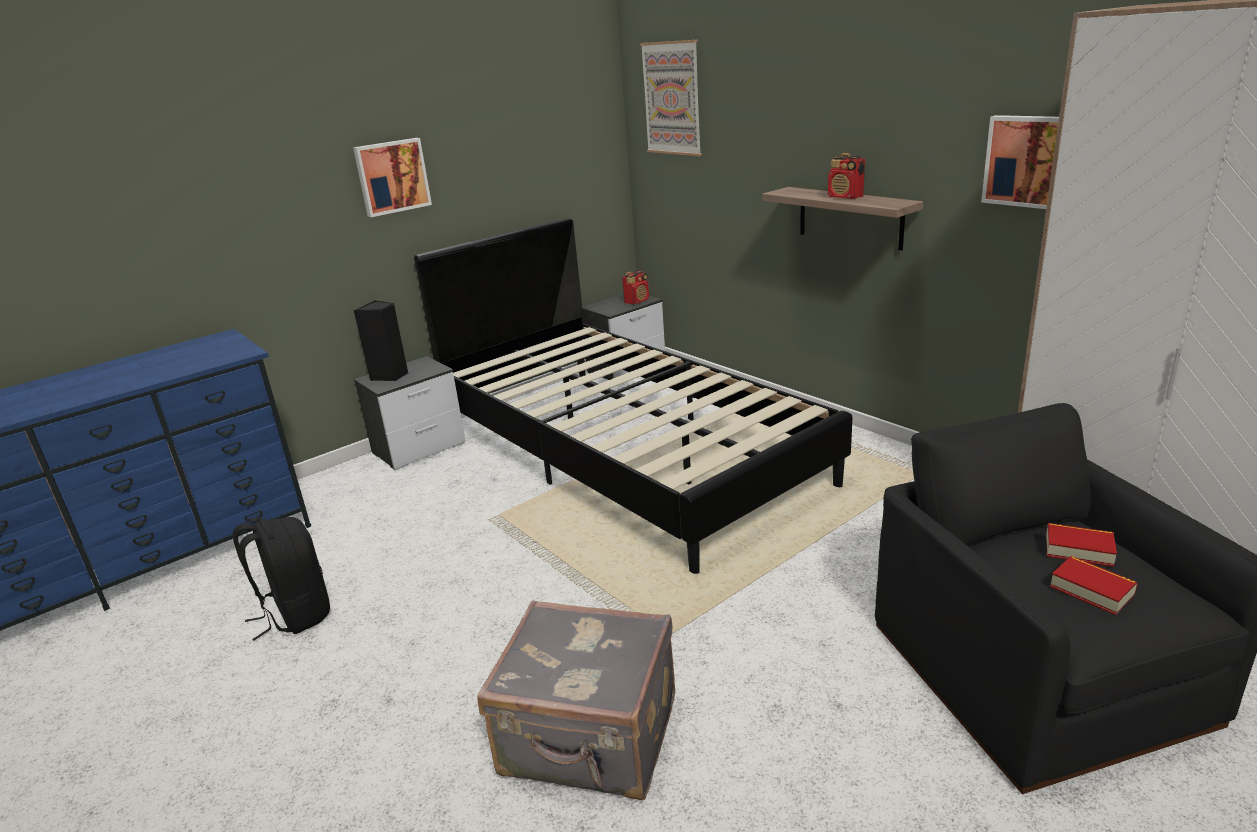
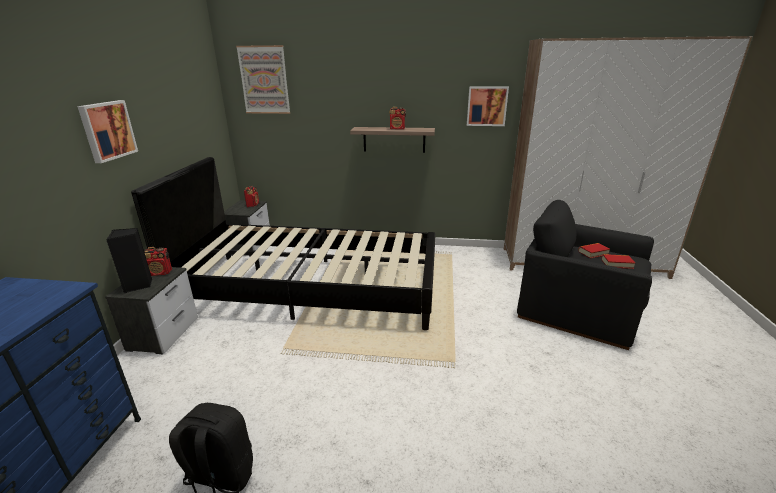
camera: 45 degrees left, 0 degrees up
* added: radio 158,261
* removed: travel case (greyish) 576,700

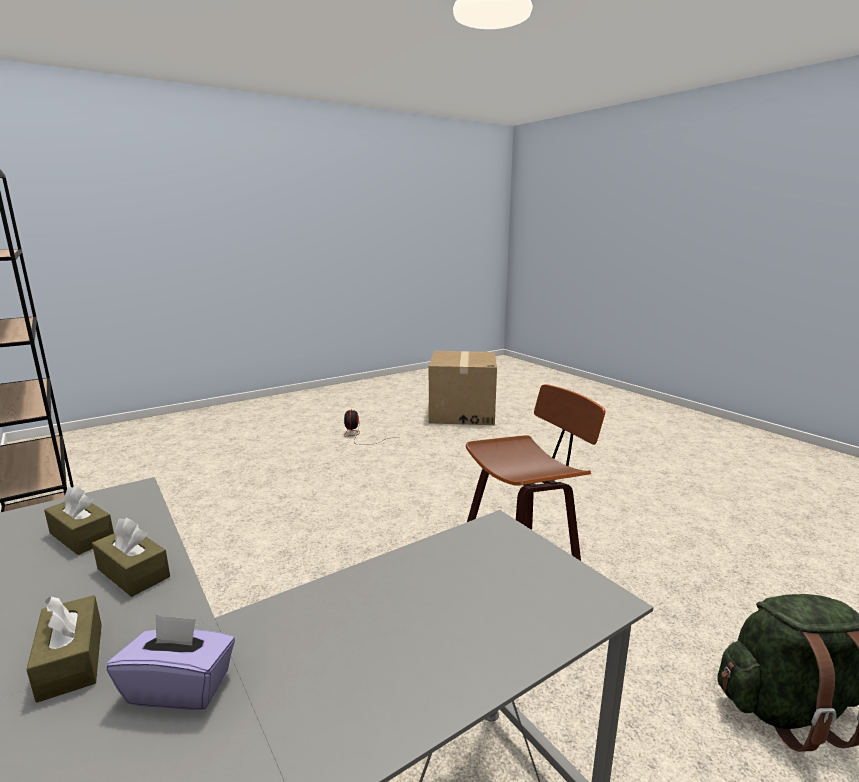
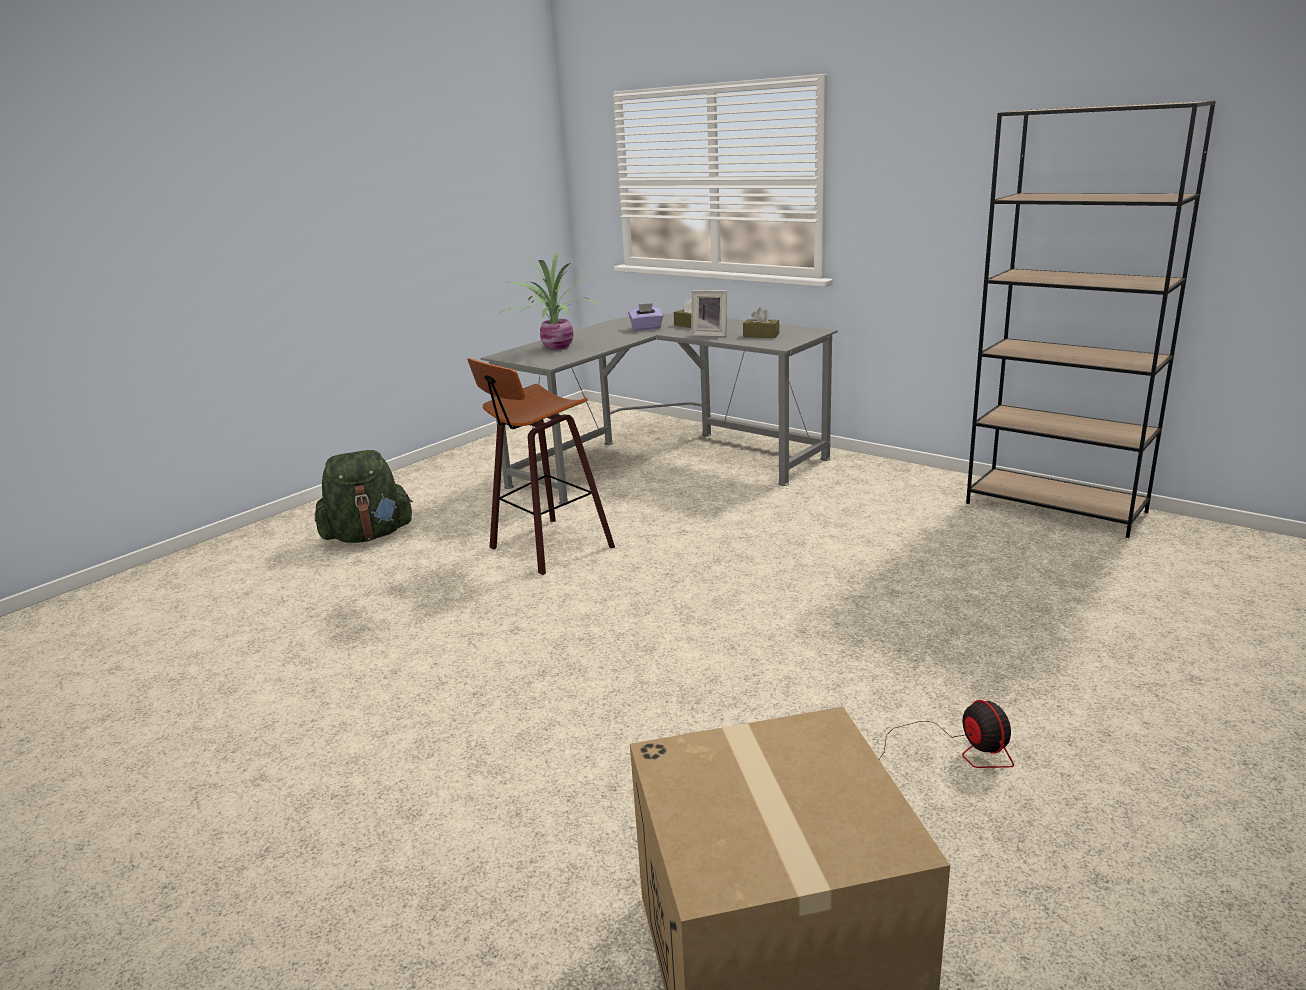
camera: 165 degrees right, 5 degrees up
* added: houseplant 549,301
* replaced: box of tissues (brown-coloured) 131,557 to photo frame 709,313

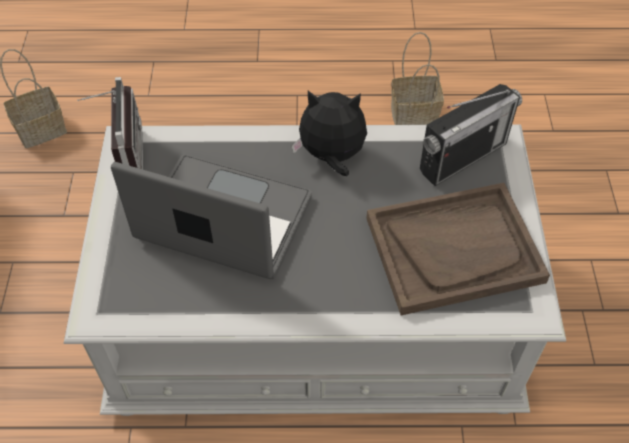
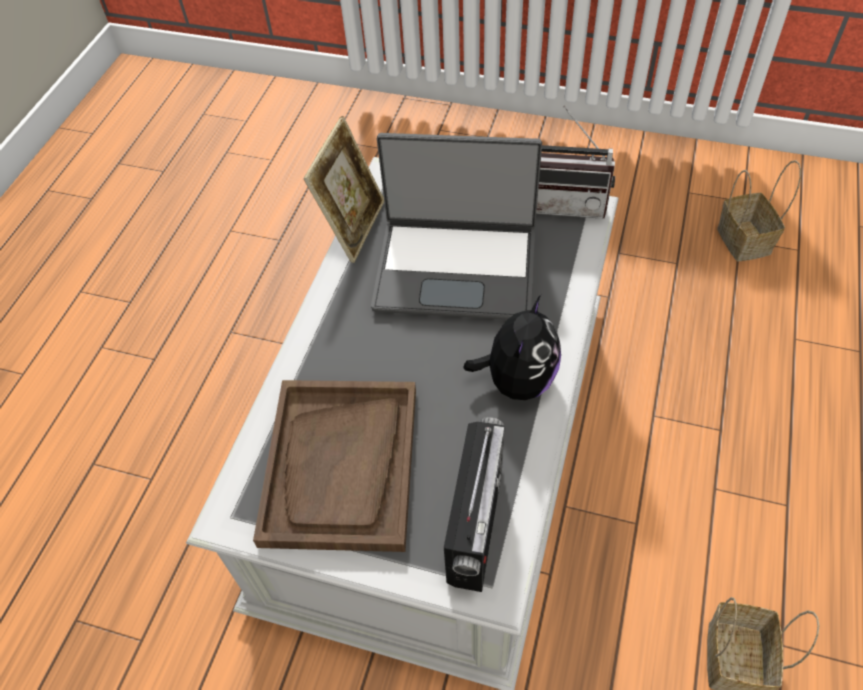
camera: 110 degrees right, 0 degrees up
* added: photo frame 343,189
* turned: portable computer 211,216 = 456,226 60 degrees clockwise
* turned: radio 471,135 = 474,504 150 degrees counterclockwise

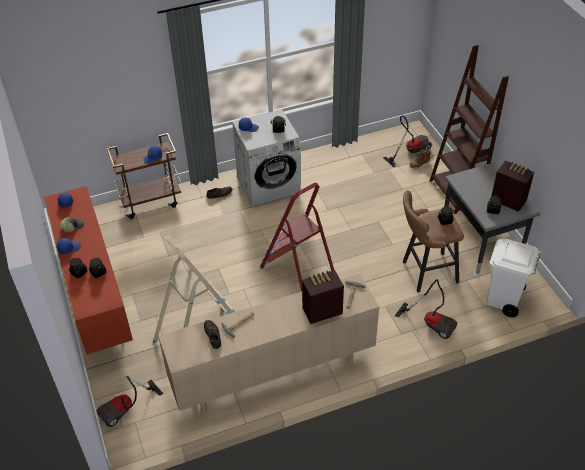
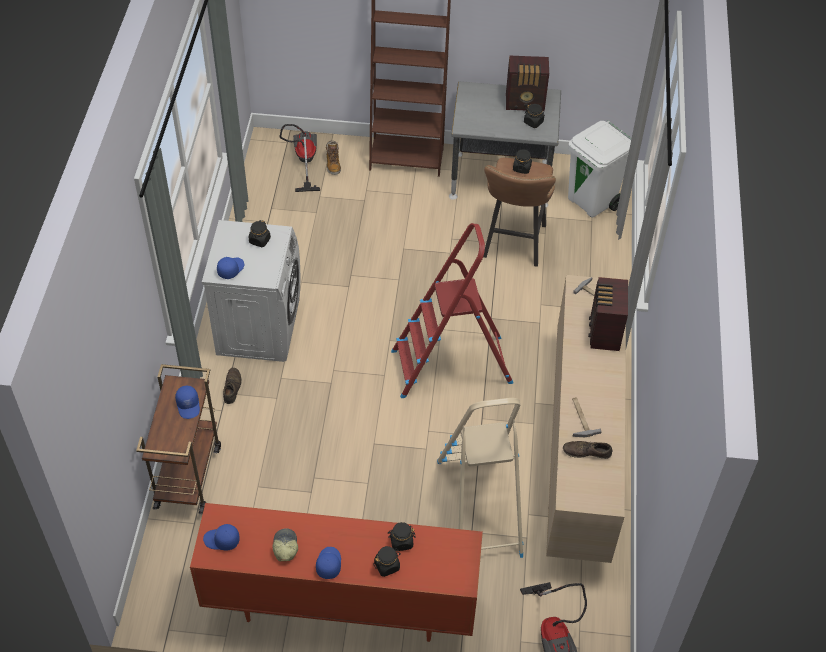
camera: 65 degrees left, 5 degrees up
* turned: radio 512,186 = 527,83 150 degrees counterclockwise
* removed: vacuum 426,309

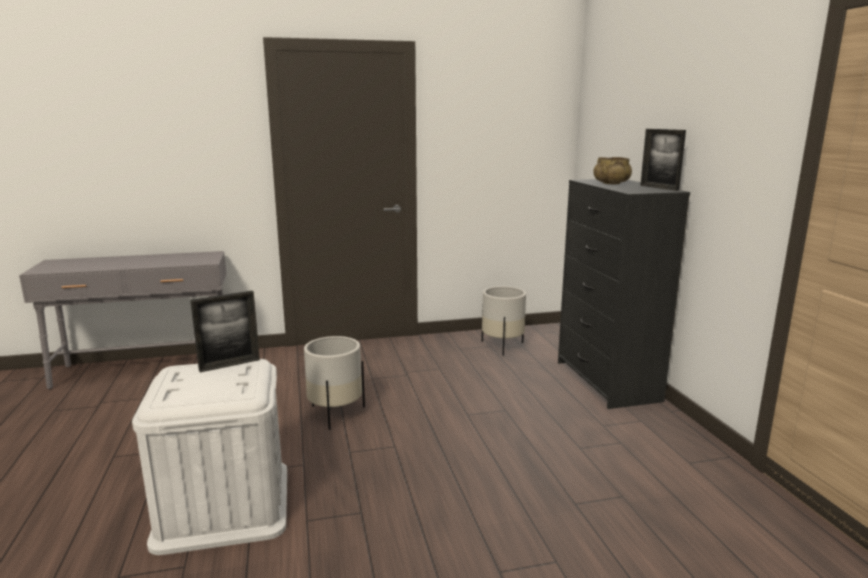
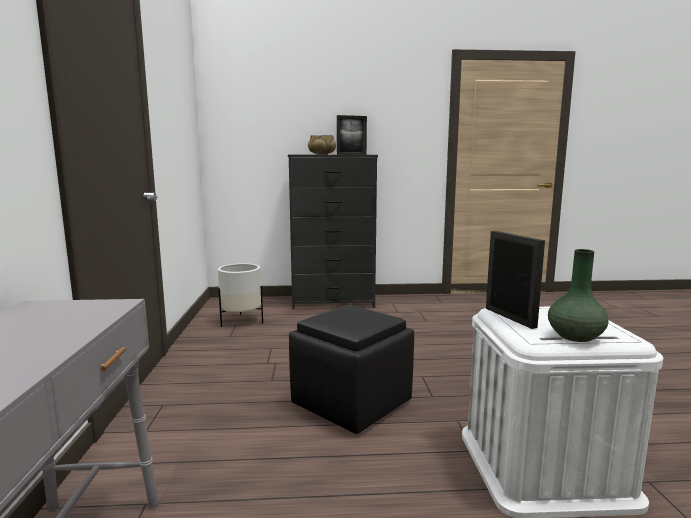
camera: 80 degrees left, 5 degrees down
* replaced: planter (white) 334,383 to ottoman (black) 351,369
* added: decorative vase (green-coloured) 578,295

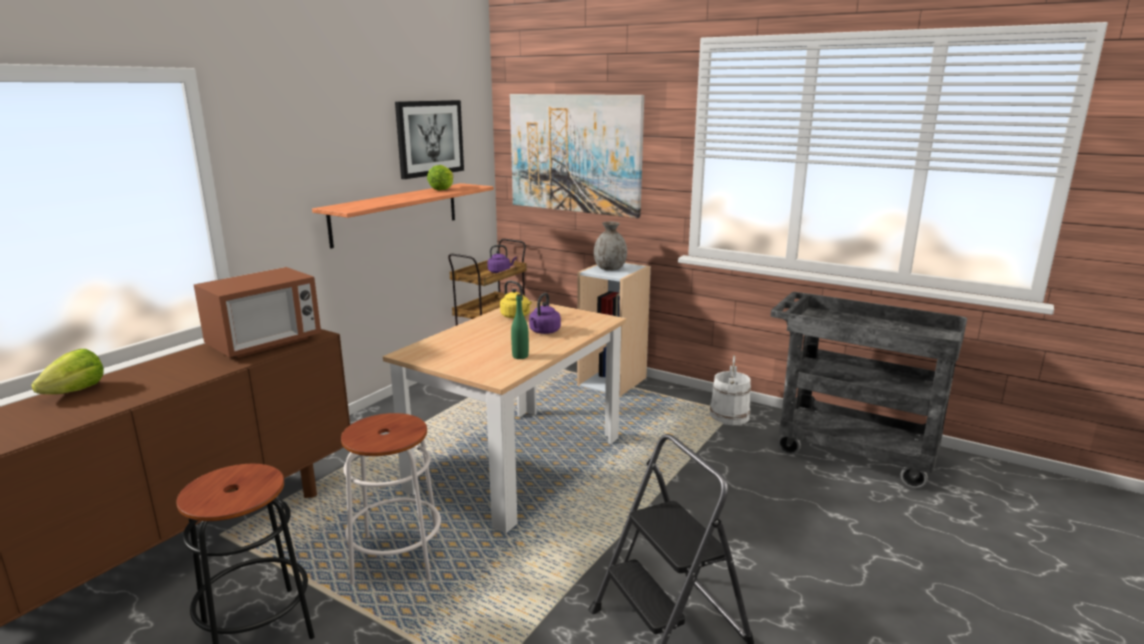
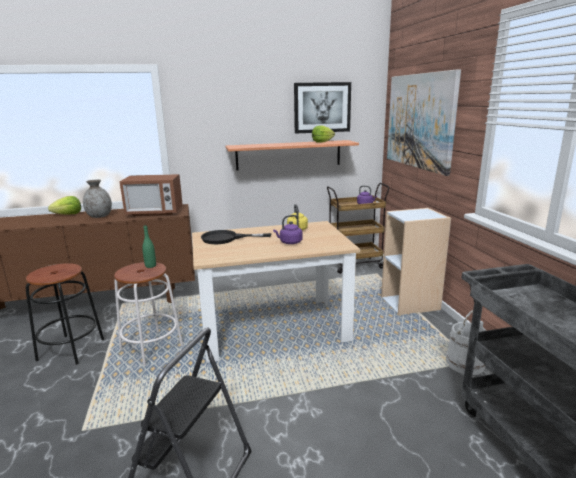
camera: 45 degrees right, 0 degrees up
* moved: decorative vase (greyish) 610,246 to 97,199
* moved: drink bottle (green-coloured) 520,326 to 149,246
* added: pan (black) 236,237

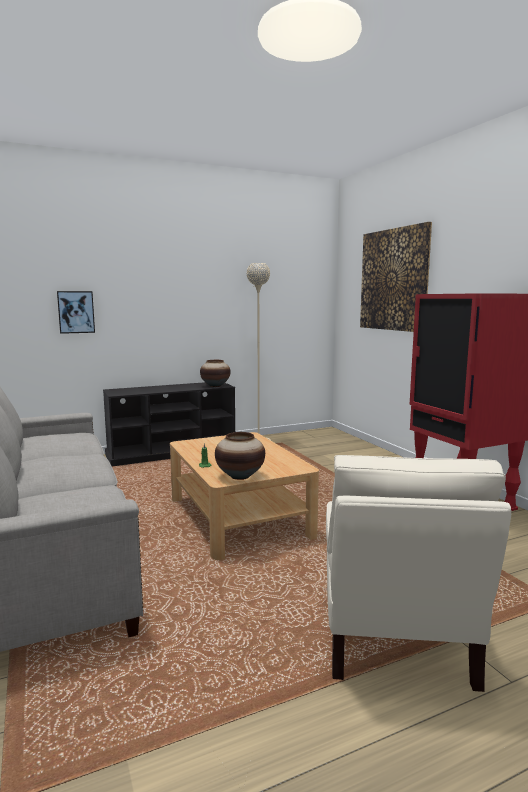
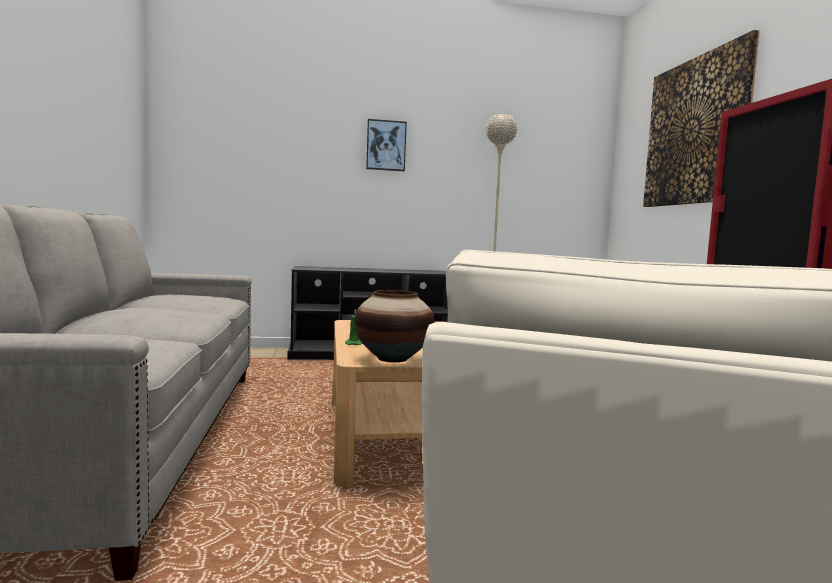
camera: 15 degrees right, 5 degrees down
* moved: wall art 76,312 to 386,145
* removed: decorative vase 215,373

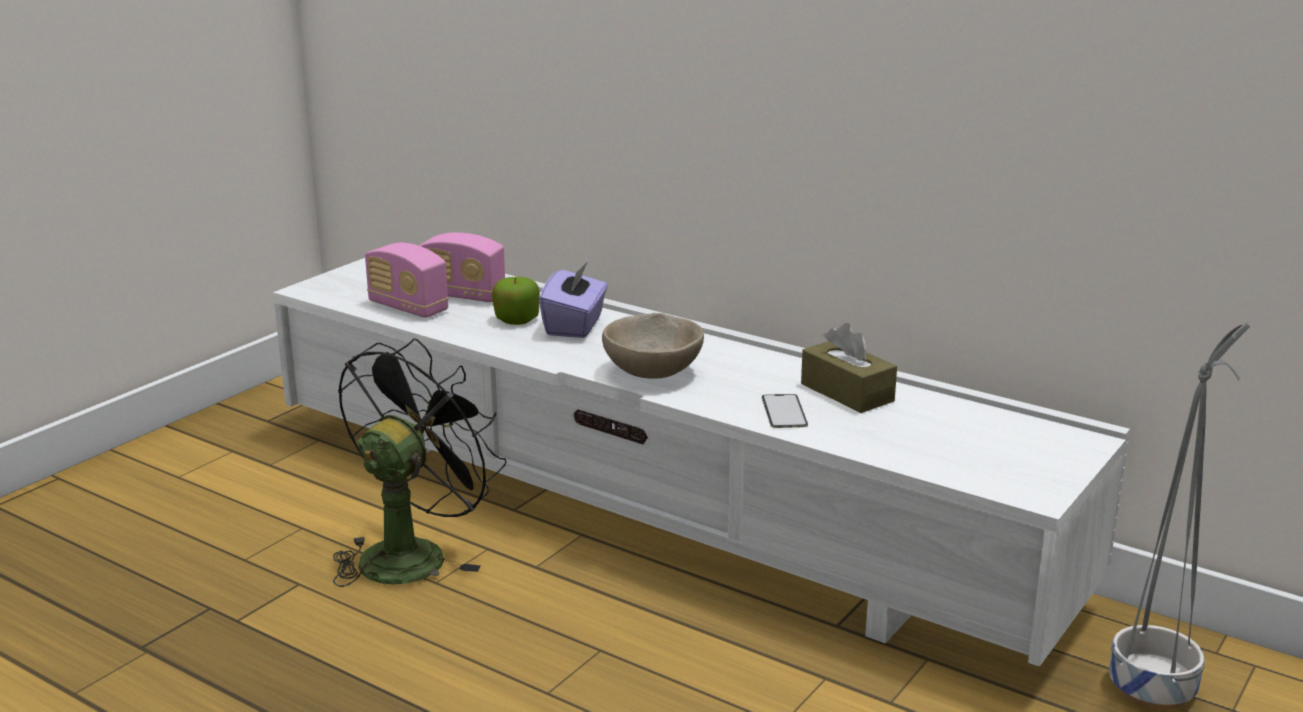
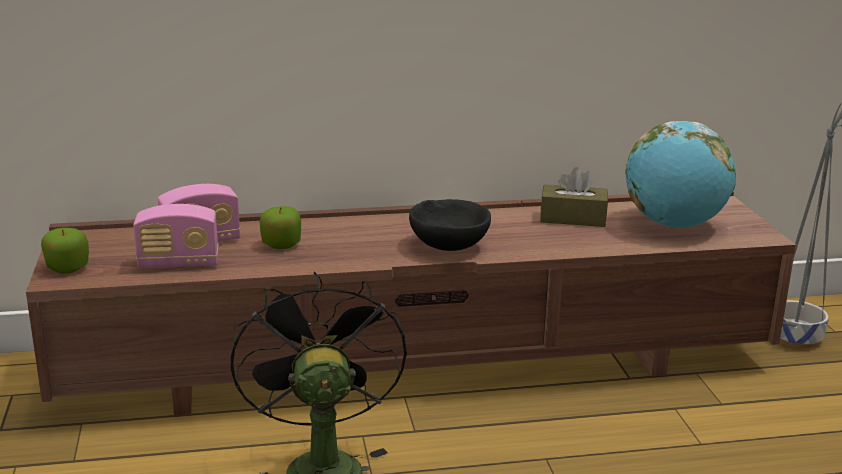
camera: 45 degrees left, 0 degrees up
* recoloured: tv unit (white) 701,462 to tv unit (brown-coloured) 411,304
* added: apple fruit 65,251
* recoloured: deep dish (beige-coloured) 653,346 to deep dish (black) 450,225
* added: globe 680,174
* removed: box of tissues (purple-coloured) 573,299
* removed: phone 785,411

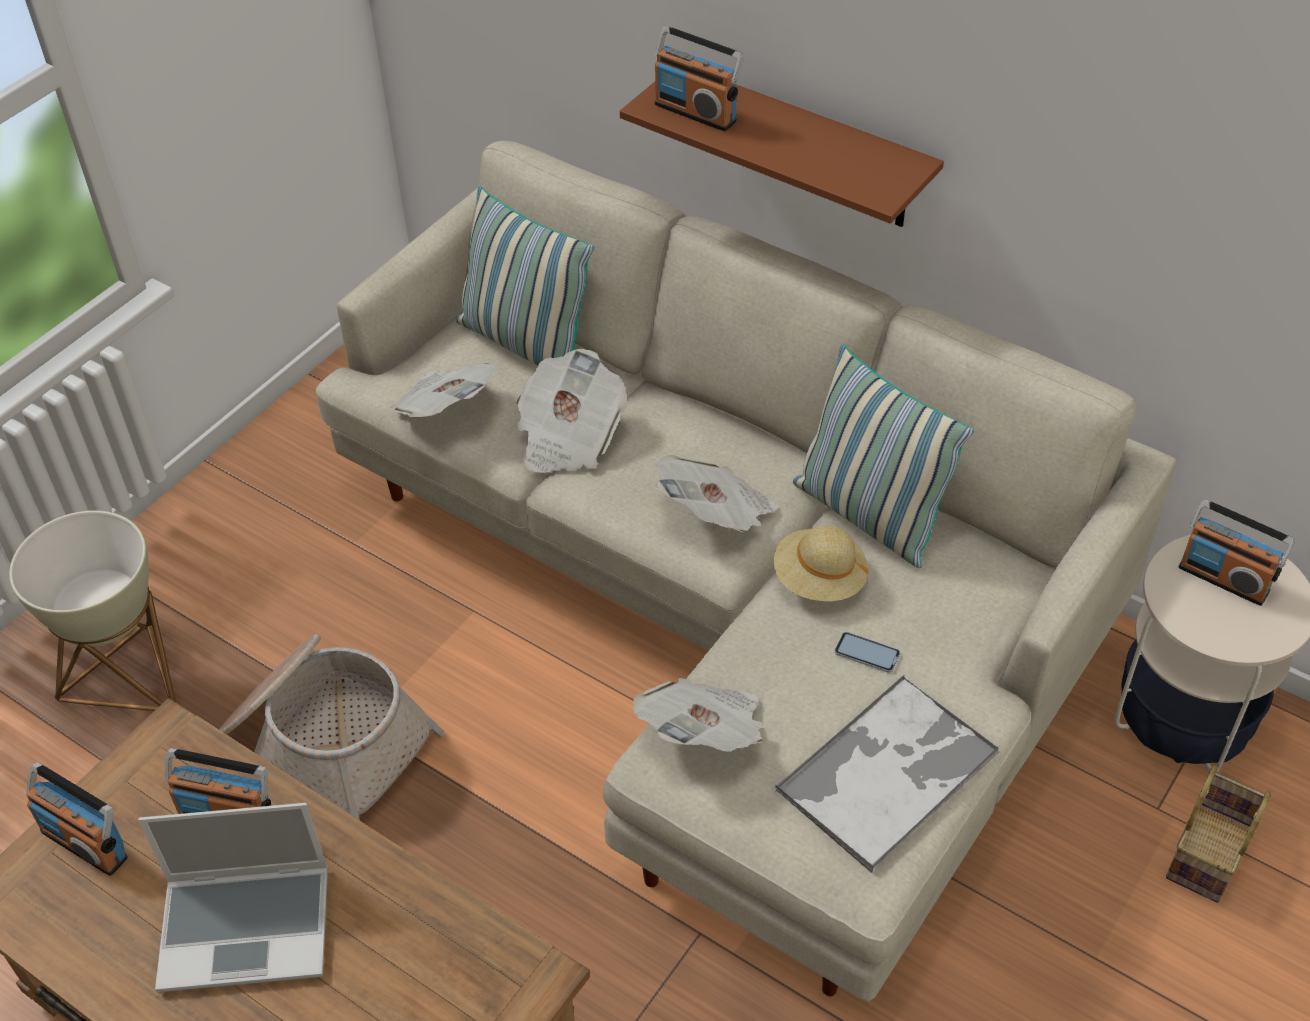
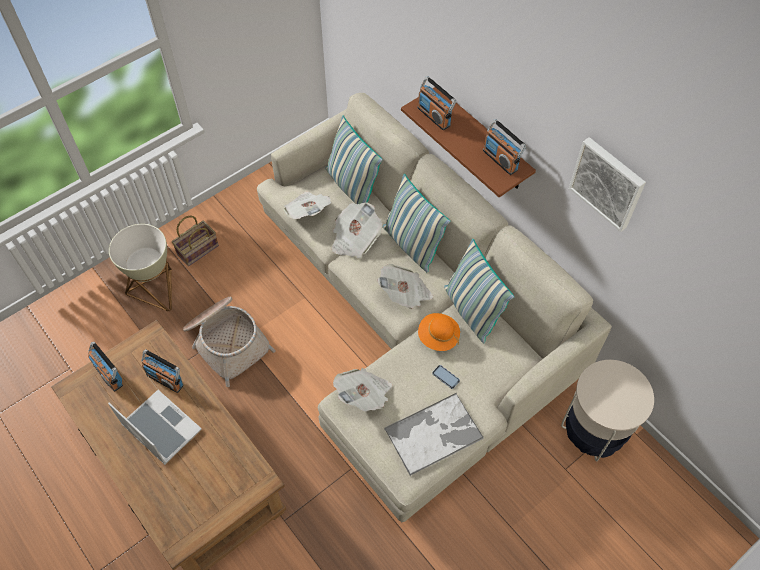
camera: 15 degrees right, 10 degrees up
* turned: portable computer 233,897 = 155,427 150 degrees counterclockwise
* moved: household basket 1219,834 to 195,241
* added: cushion 417,223
* recoloured: clothing hat (beige-coloured) 821,563 to clothing hat (orange-coloured) 439,332
* moved: radio 1237,552 to 504,147
* added: wall art 607,184

